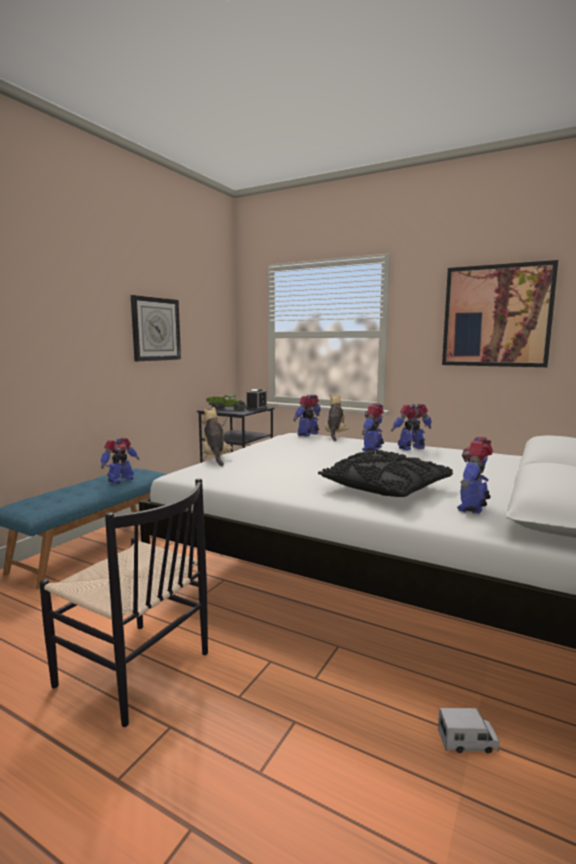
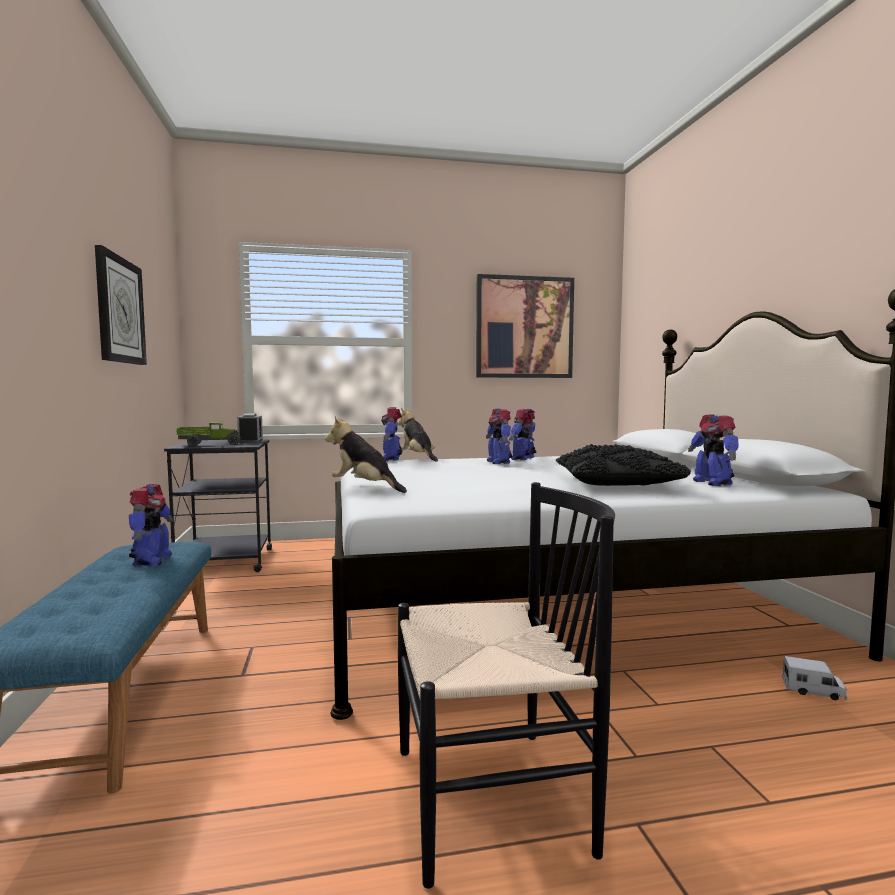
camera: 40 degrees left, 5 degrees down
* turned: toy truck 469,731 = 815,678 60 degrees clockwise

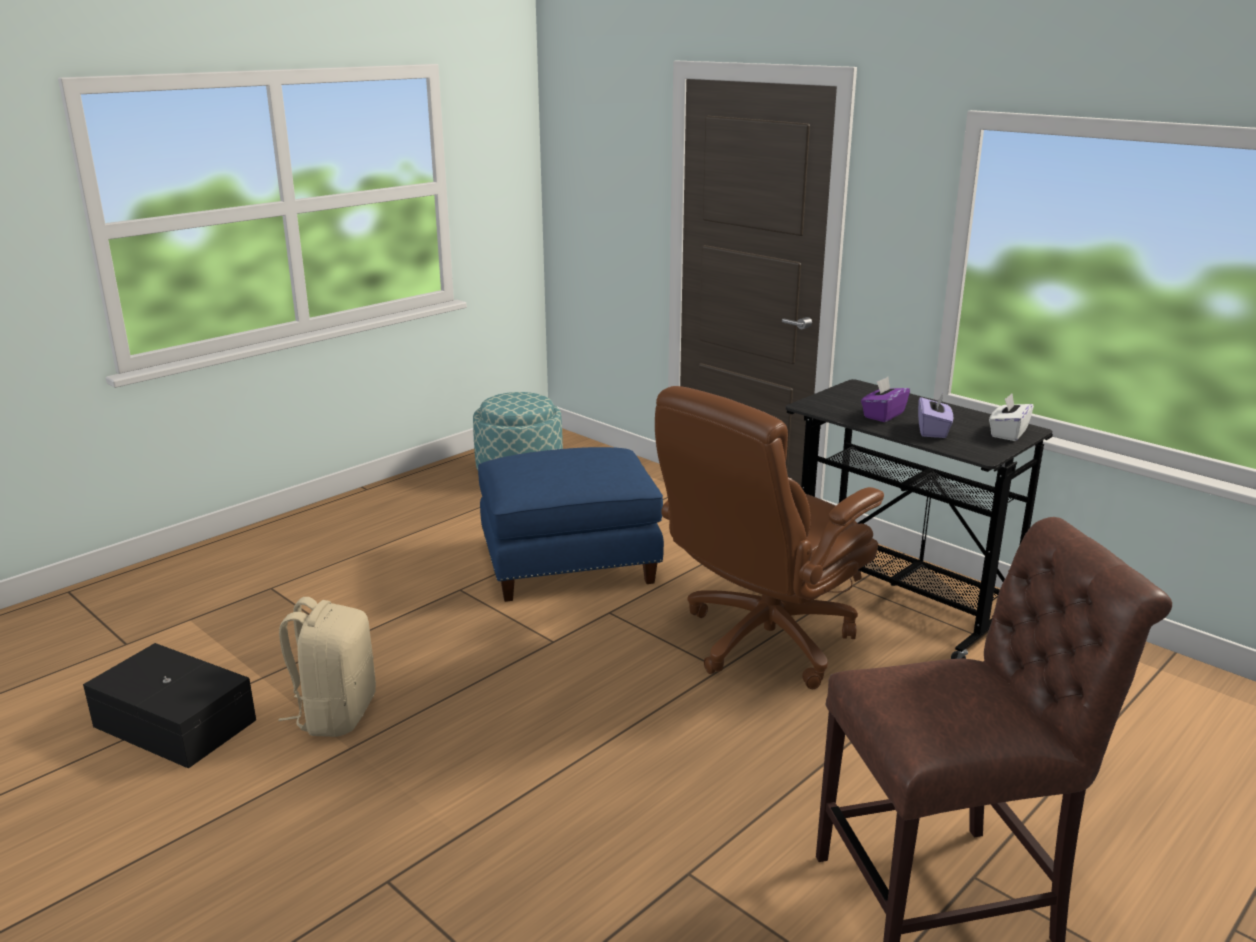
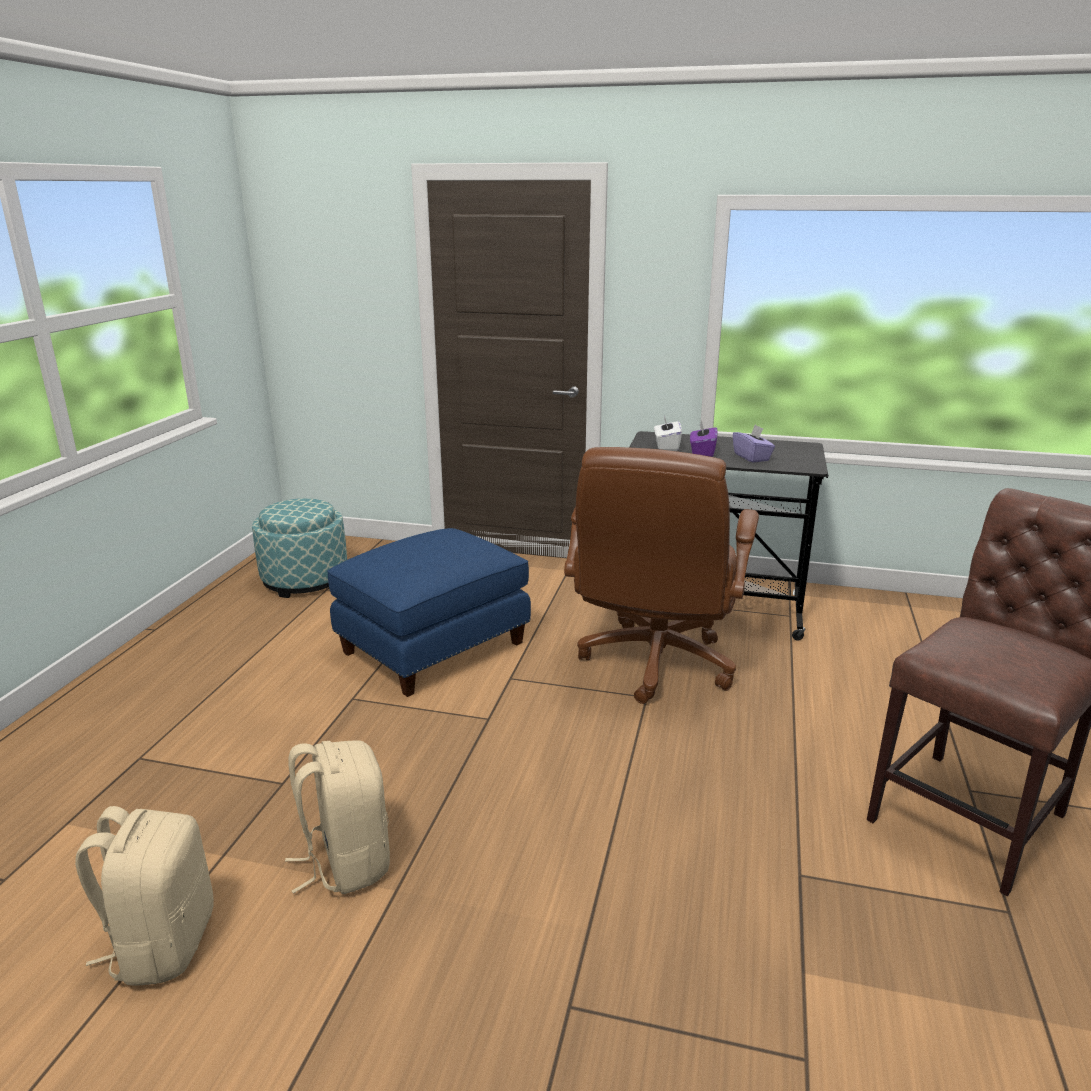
camera: 30 degrees left, 0 degrees up
* replaced: storage bin (black) 169,706 to rucksack (beige-coloured) 144,896
* moved: box of tissues (white) 1011,417 to 668,433

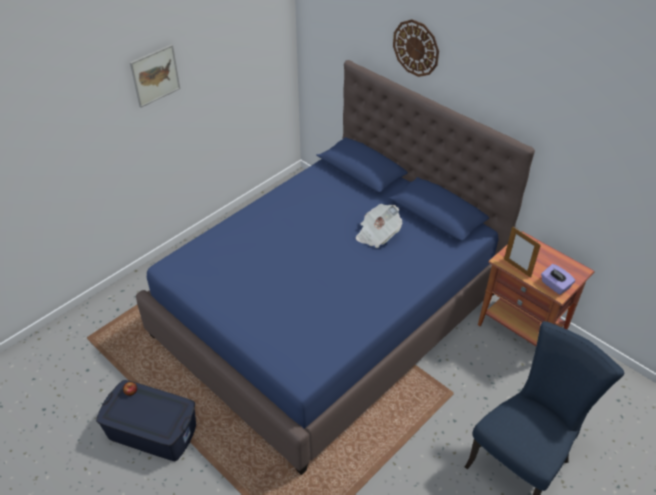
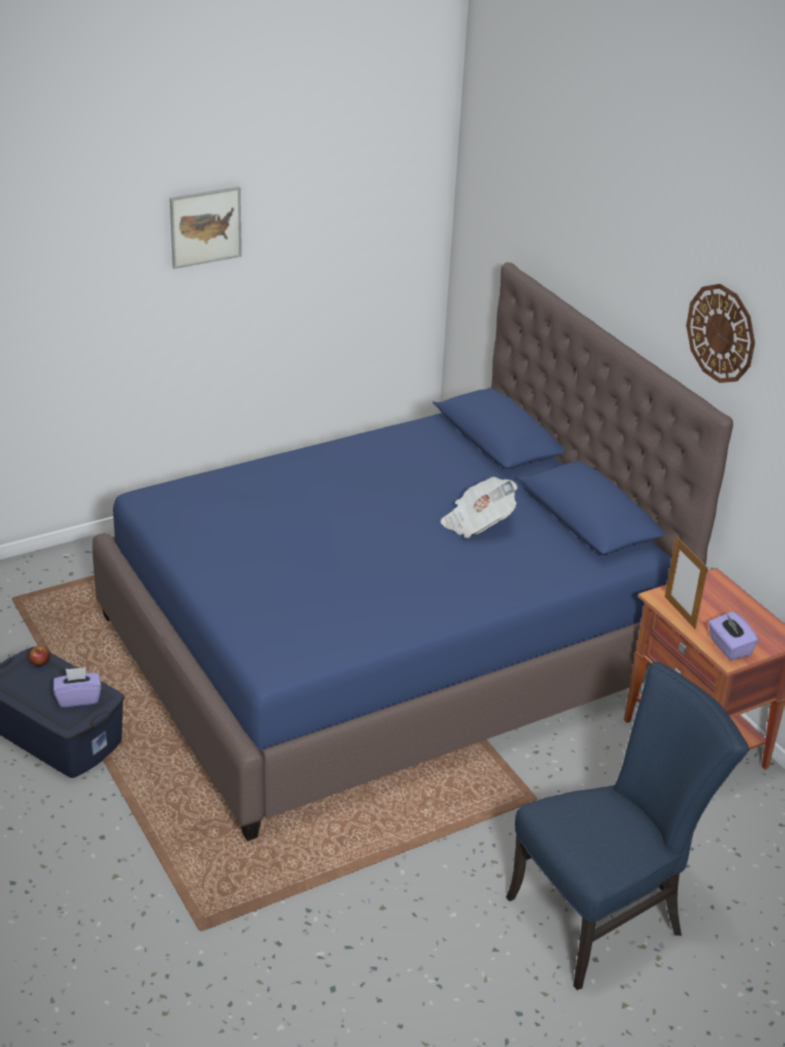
camera: 15 degrees right, 10 degrees down
* added: box of tissues (purple-coloured) 77,687
* moved: clock on the wall 416,48 to 720,333

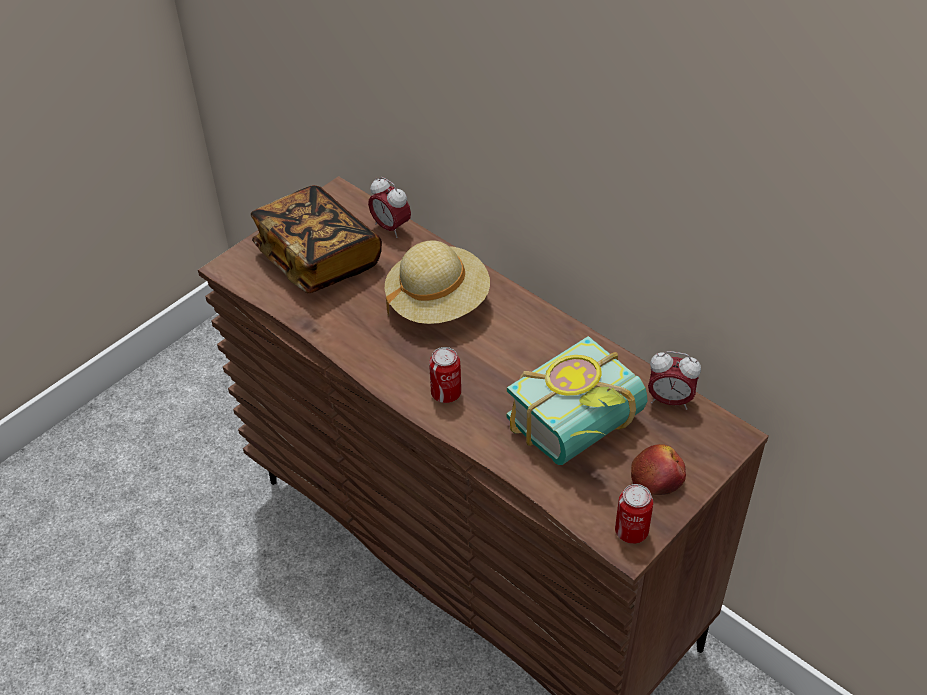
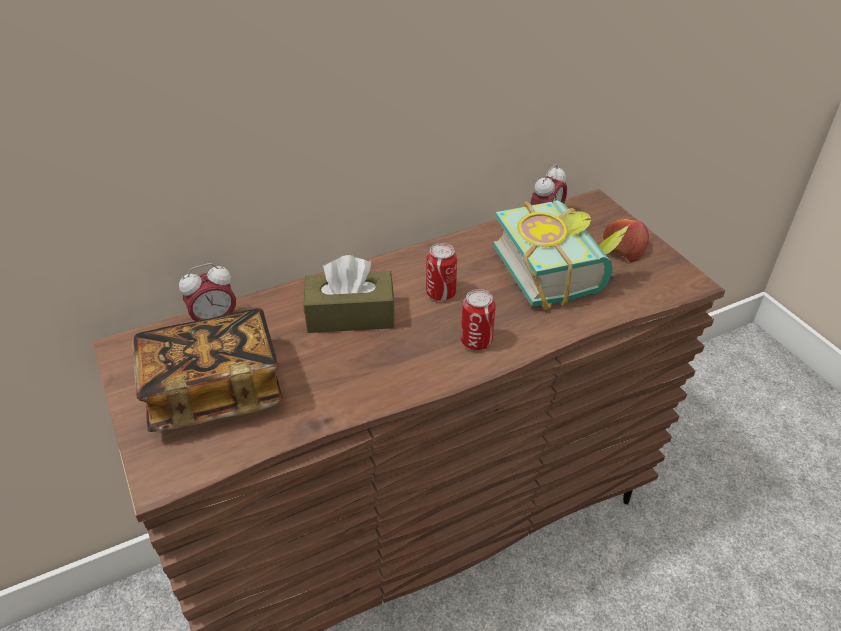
camera: 70 degrees left, 5 degrees down
* replaced: clothing hat (beige-coloured) 437,282 to box of tissues (brown-coloured) 349,294
* moved: metal can 634,514 to 441,272

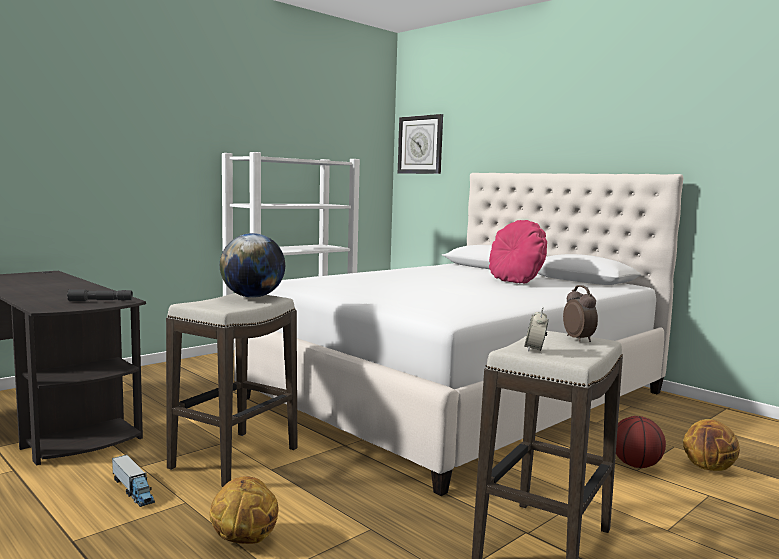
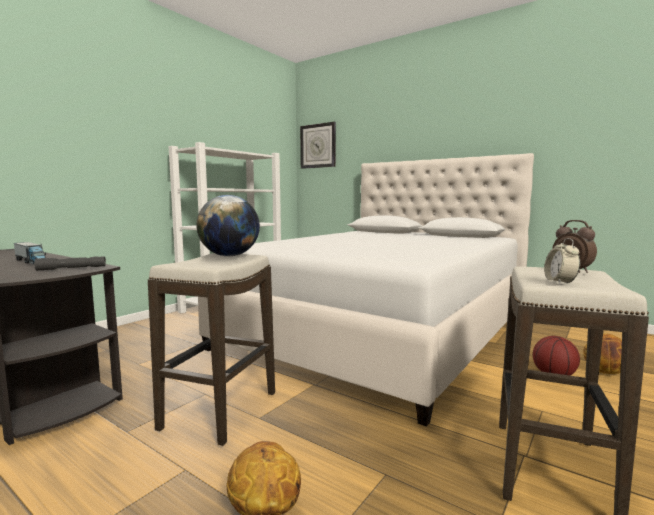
camera: 10 degrees left, 0 degrees up
* moved: toy truck 133,481 to 30,253
* removed: cushion (pinkish) 518,252

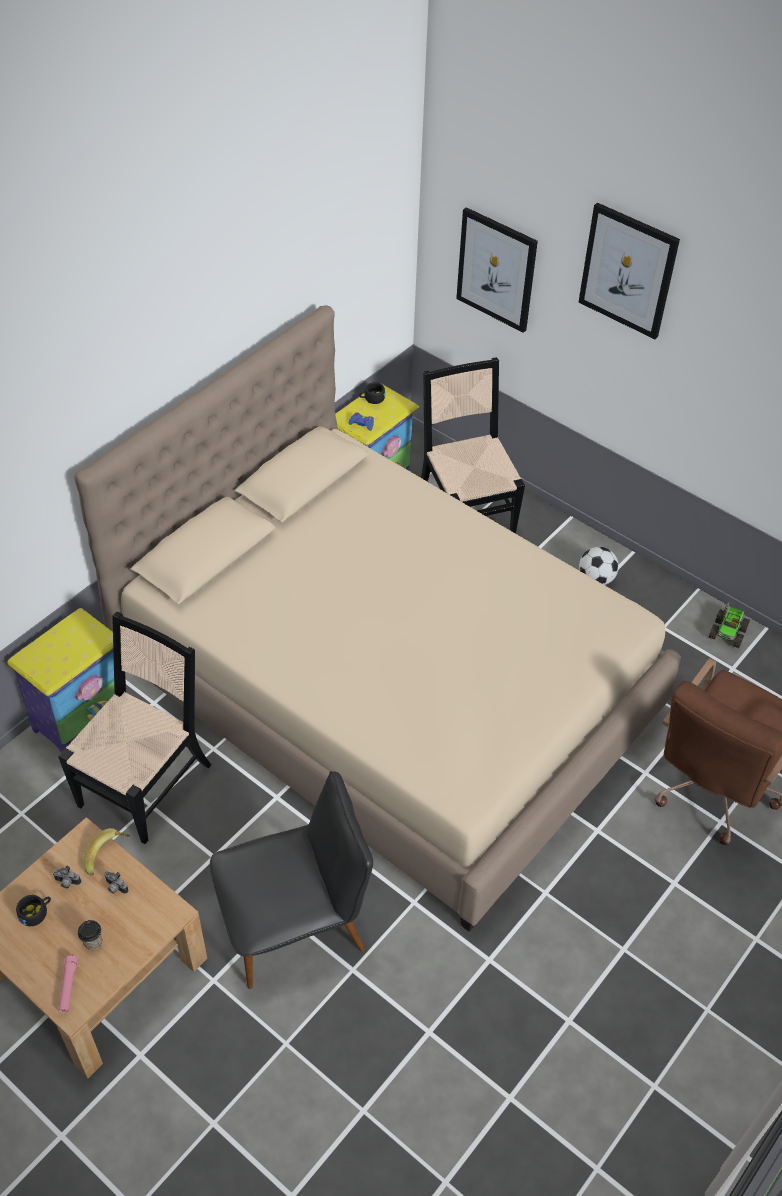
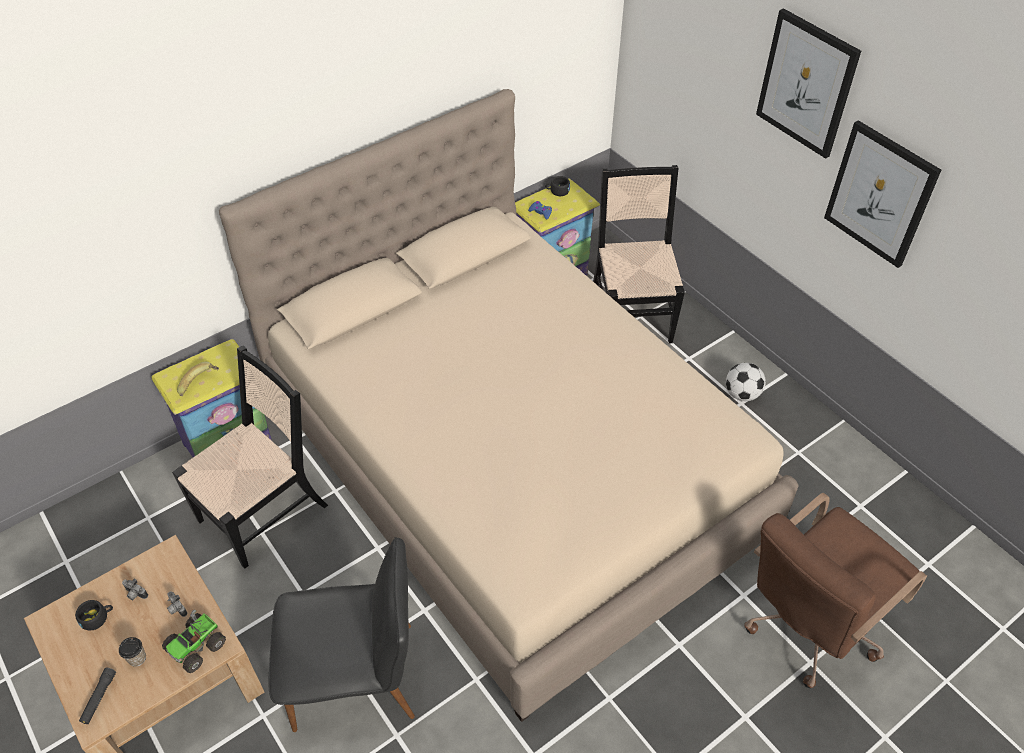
camera: 15 degrees right, 0 degrees up
* recoloured: torch (pinkish) 68,984 to torch (black) 97,696
* moved: toy truck 729,625 to 194,641
* moved: banana 107,852 to 198,379
* moved: wall art 497,270 to 882,194

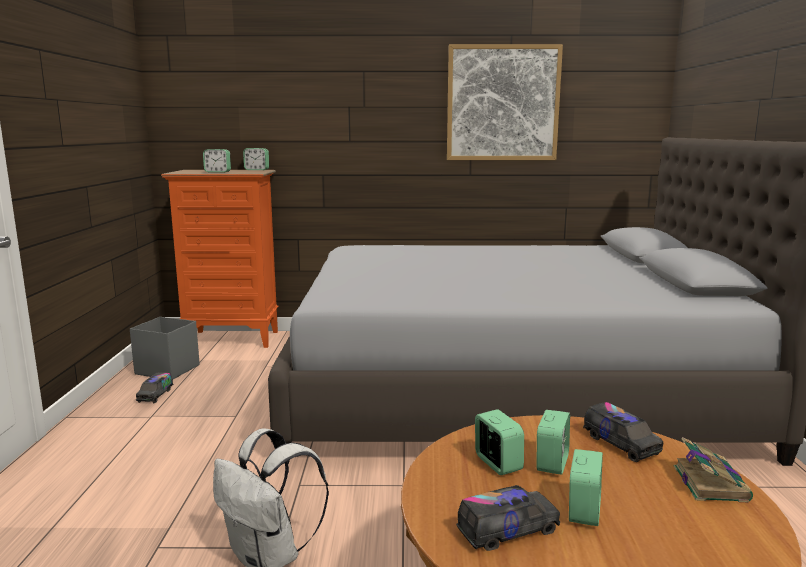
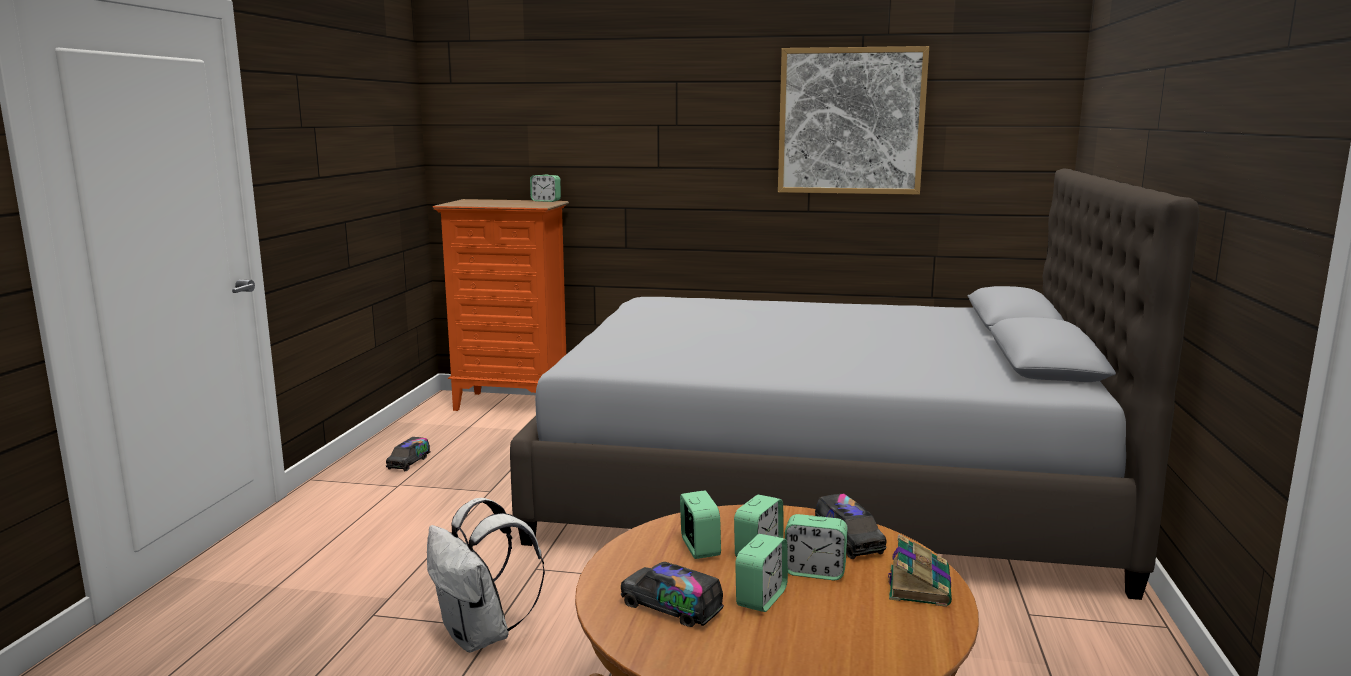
camera: 10 degrees right, 0 degrees up
* turned: toy truck 508,518 = 672,594 135 degrees counterclockwise
* moved: bedside clock 217,160 to 816,547
* removed: storage bin (greyish) 165,348

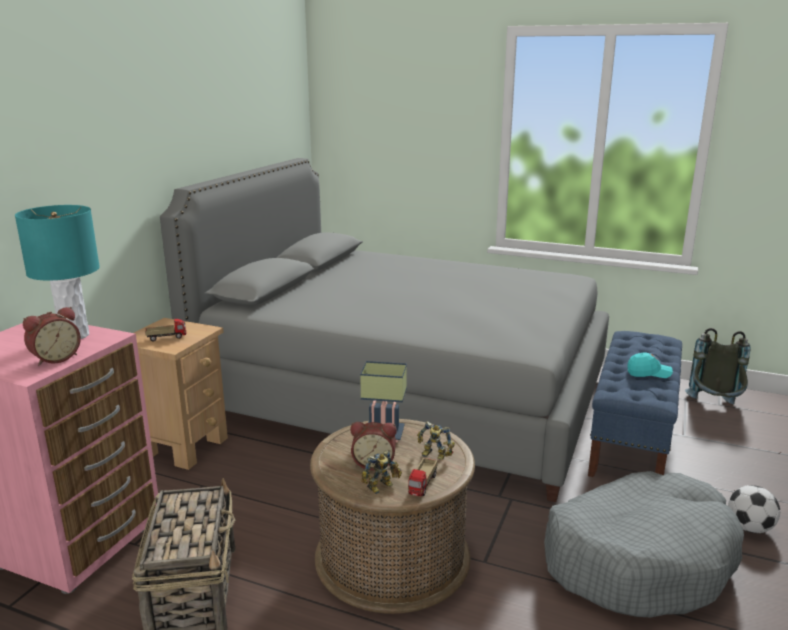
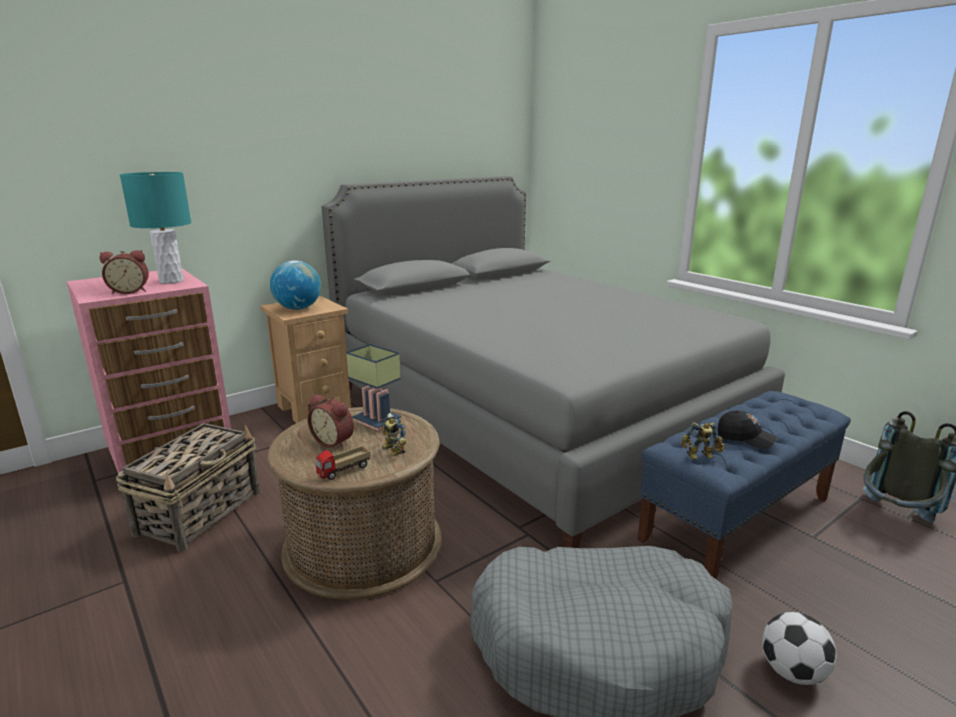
camera: 30 degrees right, 0 degrees up
* replaced: toy truck 166,330 to globe 295,285
* moved: model robot 381,472 to 703,441
* recoloured: cap (blue-green) 650,365 to cap (black) 747,429

